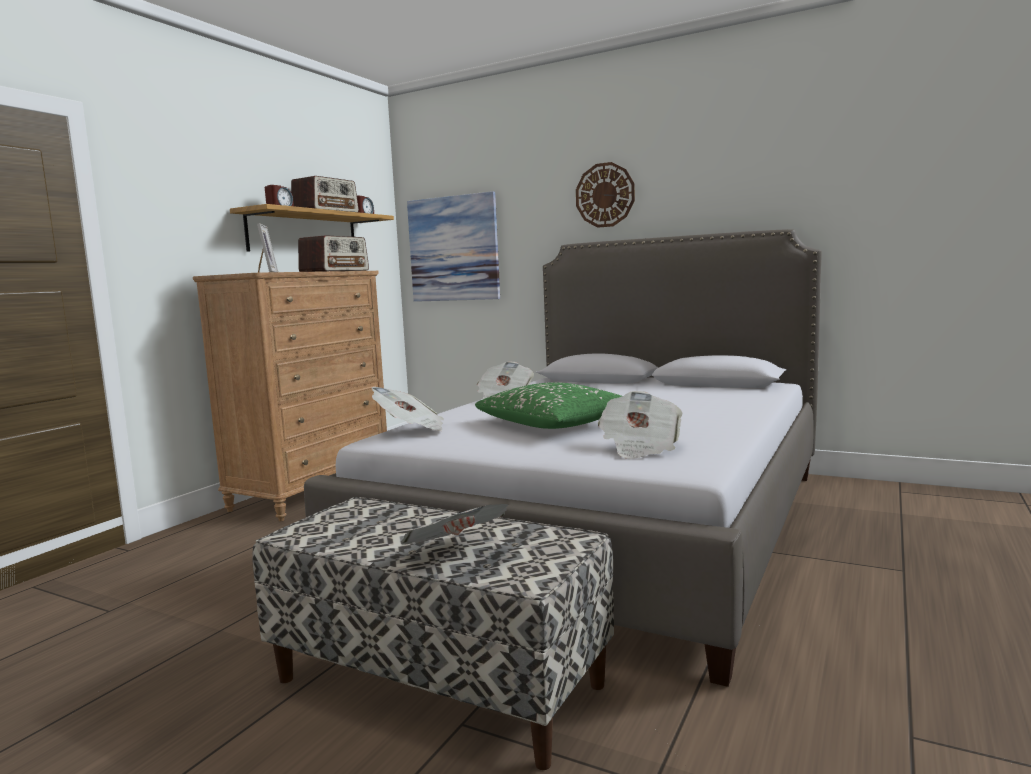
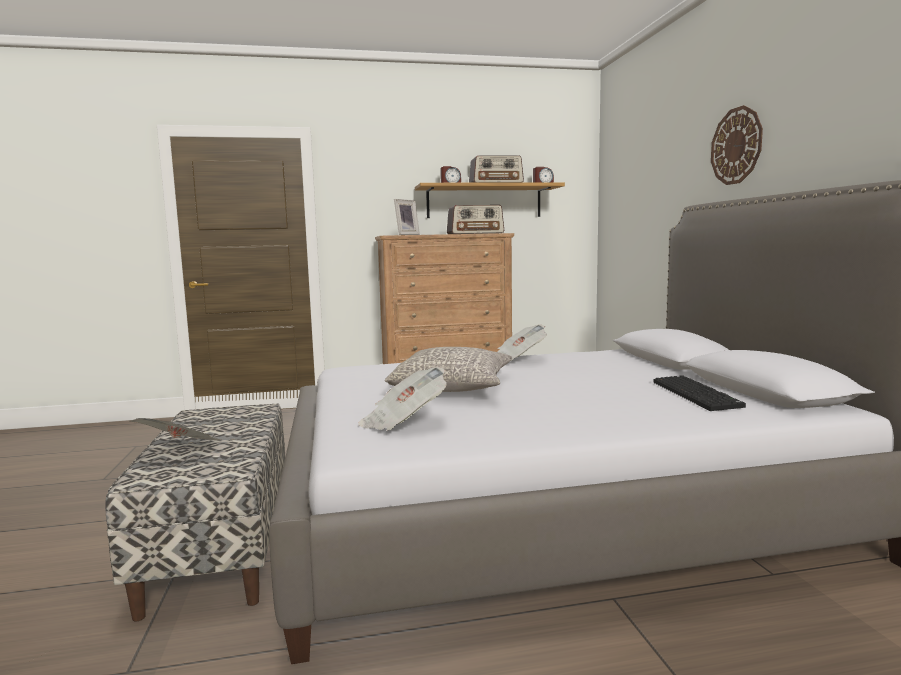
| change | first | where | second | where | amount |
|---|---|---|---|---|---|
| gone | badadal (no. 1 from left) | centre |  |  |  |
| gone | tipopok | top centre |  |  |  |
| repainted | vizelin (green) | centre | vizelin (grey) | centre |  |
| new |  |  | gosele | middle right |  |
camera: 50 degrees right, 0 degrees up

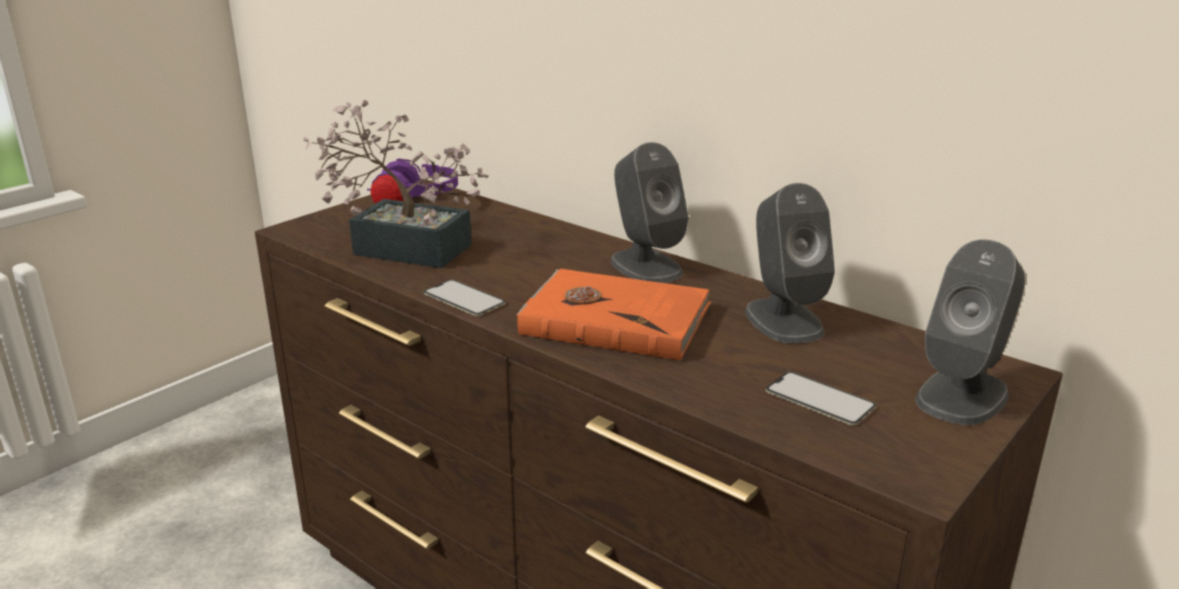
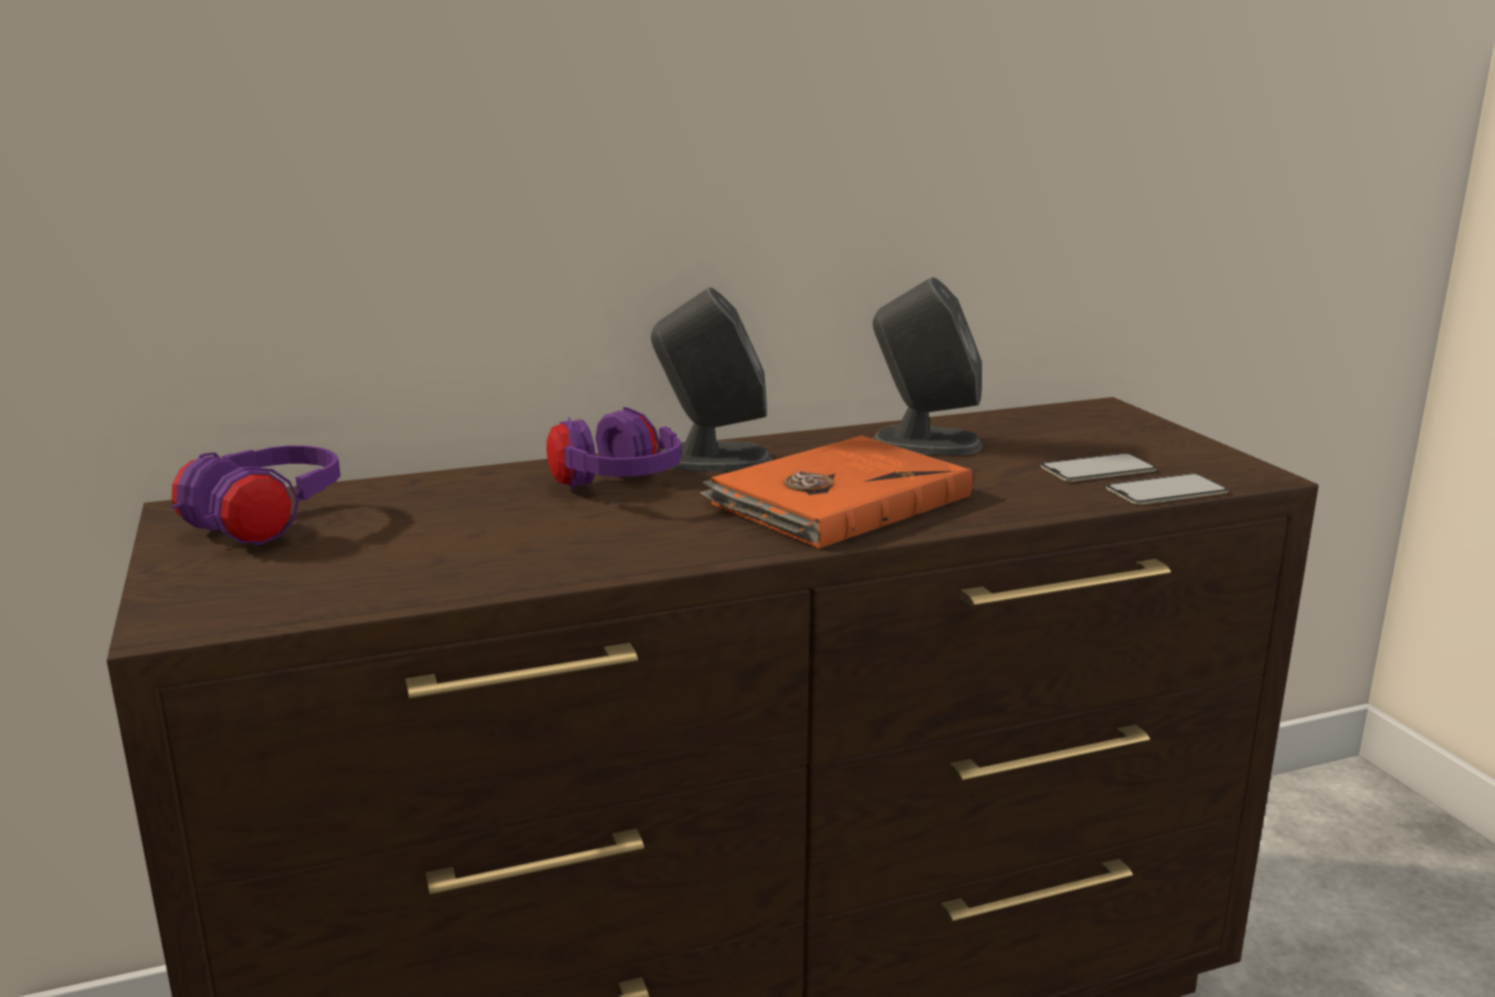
| change | first | where | second | where | amount |
|---|---|---|---|---|---|
| gone | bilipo | top centre |  |  |  |
| shifted | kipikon (no. 1 from left in the first image) | centre | kipikon (no. 2 from left) | middle right |  |
| gone | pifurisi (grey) (no. 3 from left) | middle right |  |  |  |
| new |  |  | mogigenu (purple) (no. 2 from left) | centre |  |
camera: 60 degrees left, 5 degrees down

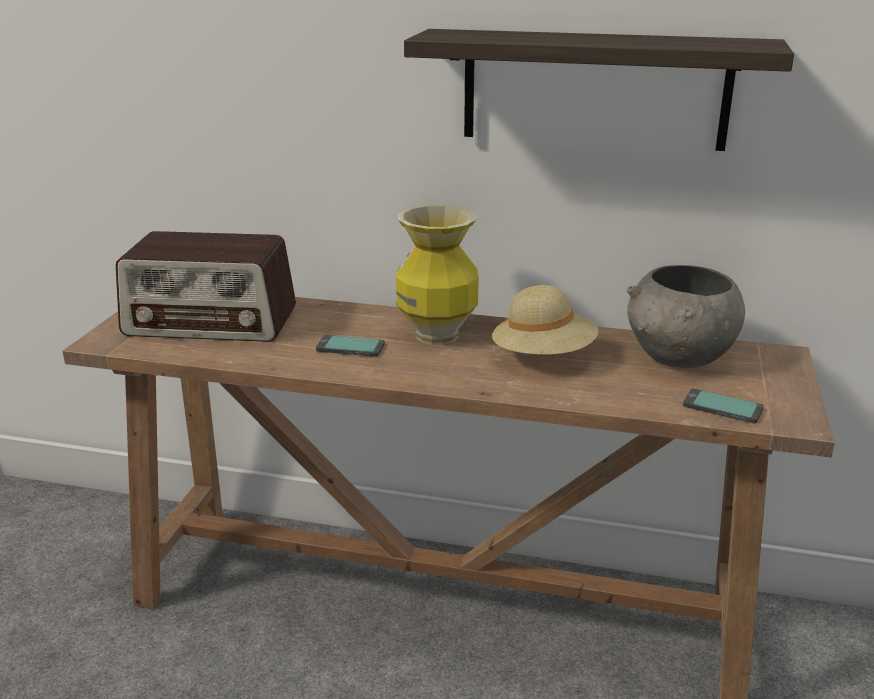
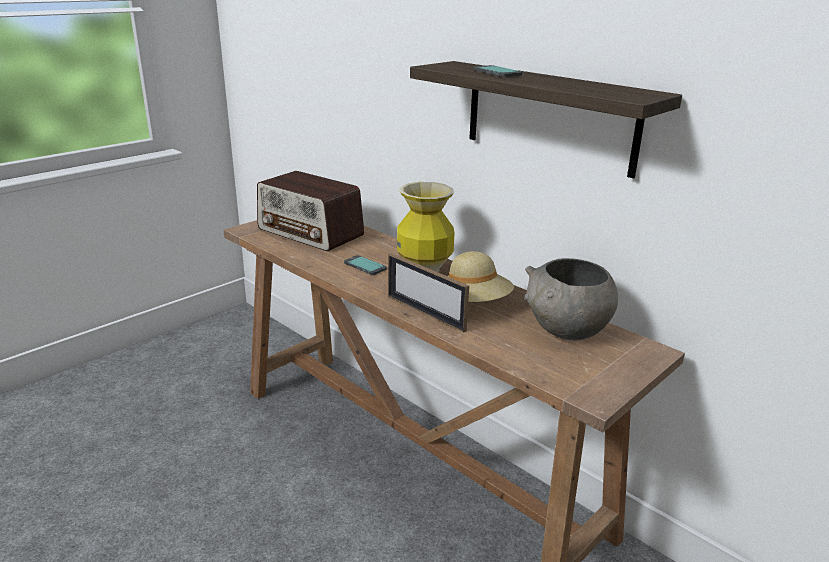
| change | first | where | second | where | amount |
|---|---|---|---|---|---|
| shifted | kipikon (no. 2 from left) | middle right |  | top centre |  |
| new |  |  | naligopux | centre |  |
camera: 30 degrees right, 0 degrees up

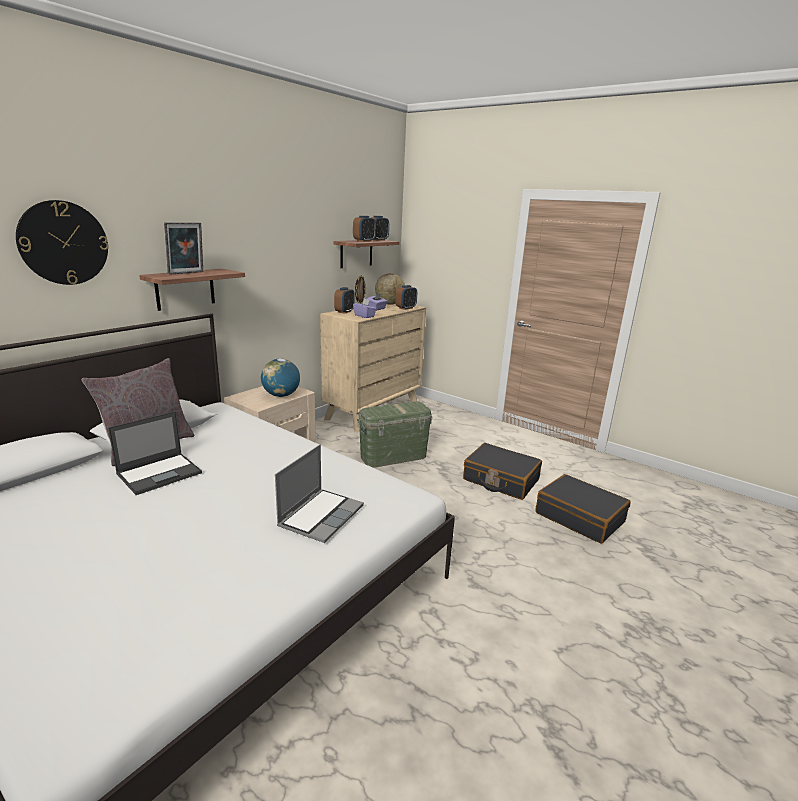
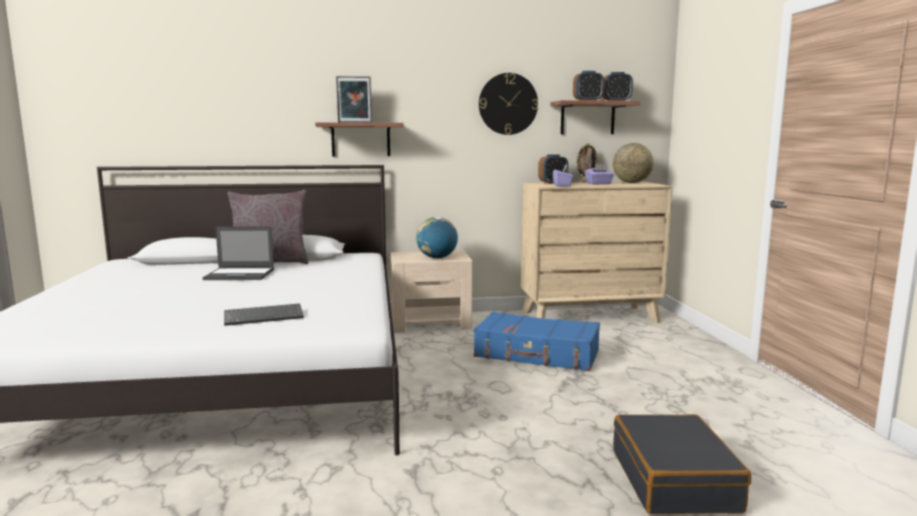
| change | first | where | second | where | amount |
|---|---|---|---|---|---|
| shifted | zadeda | top left |  | top centre |  |
| swapped | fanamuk (no. 2 from left) | centre | gosele | middle left |  |
| swapped | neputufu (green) | centre | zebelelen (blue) | centre |  |
| gone | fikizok (no. 4 from left) | centre |  |  |  |
| gone | zebelelen (black) (no. 1 from left) | centre |  |  |  |
camera: 45 degrees right, 10 degrees down

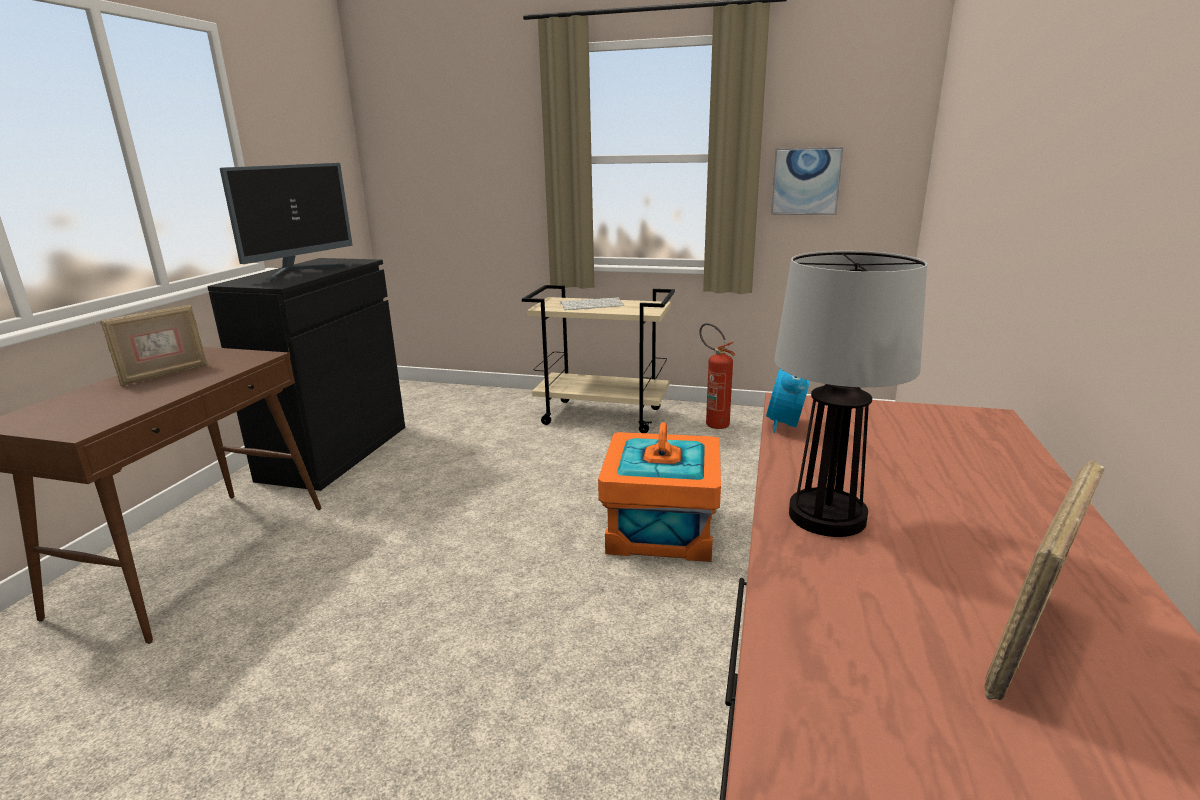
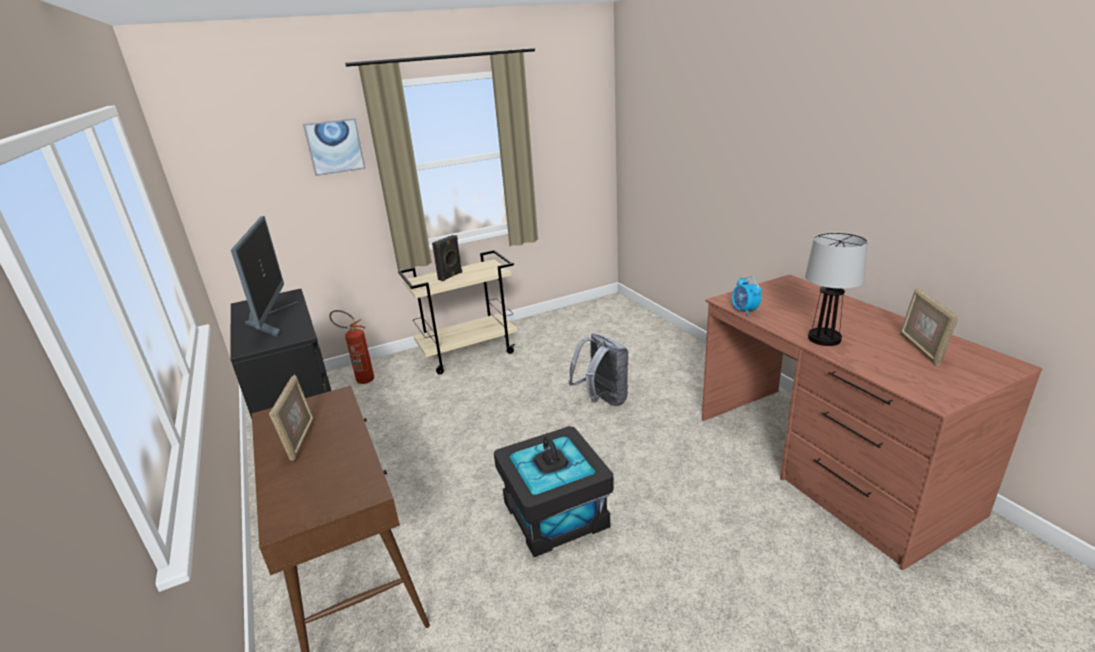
| change | first | where | second | where | amount |
|---|---|---|---|---|---|
| swapped | gosele | centre | pifurisi (black) | centre |  |
| swapped | neputufu (orange) | centre | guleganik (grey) | centre |  |
| shifted | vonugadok | centre |  | middle left |  |
| shifted | tipopok | top right |  | top left |  |
| new |  |  | neputufu (black) | bottom centre |  |
camera: 40 degrees left, 5 degrees up

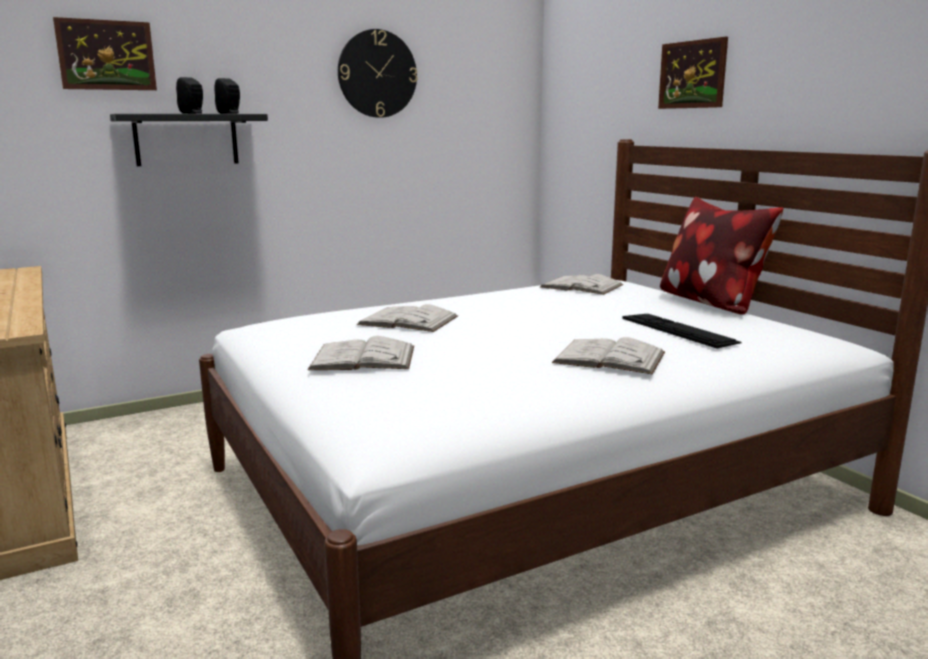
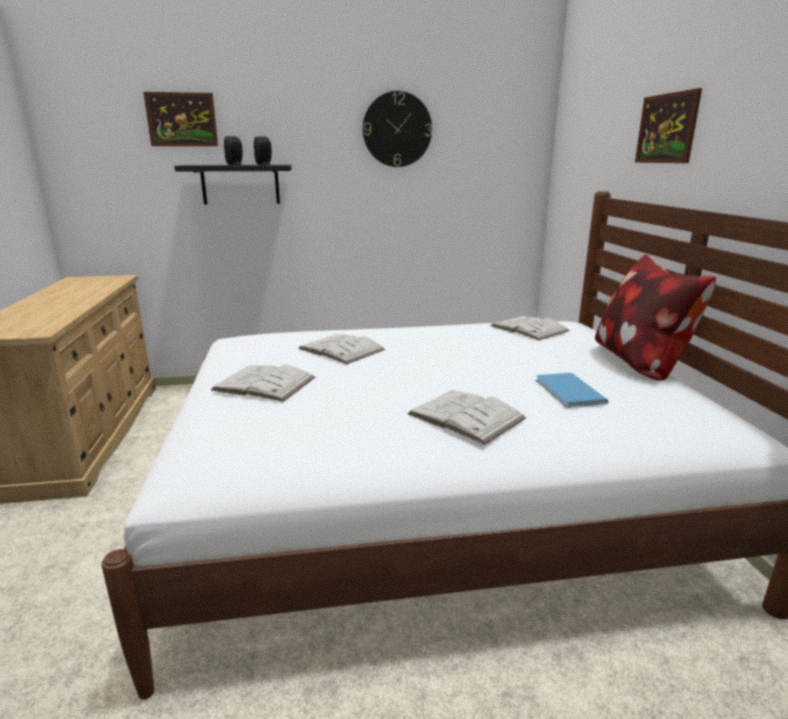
| change | first | where | second | where | amount |
|---|---|---|---|---|---|
| swapped | gosele | middle right | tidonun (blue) | middle right |  |
camera: 20 degrees right, 5 degrees up

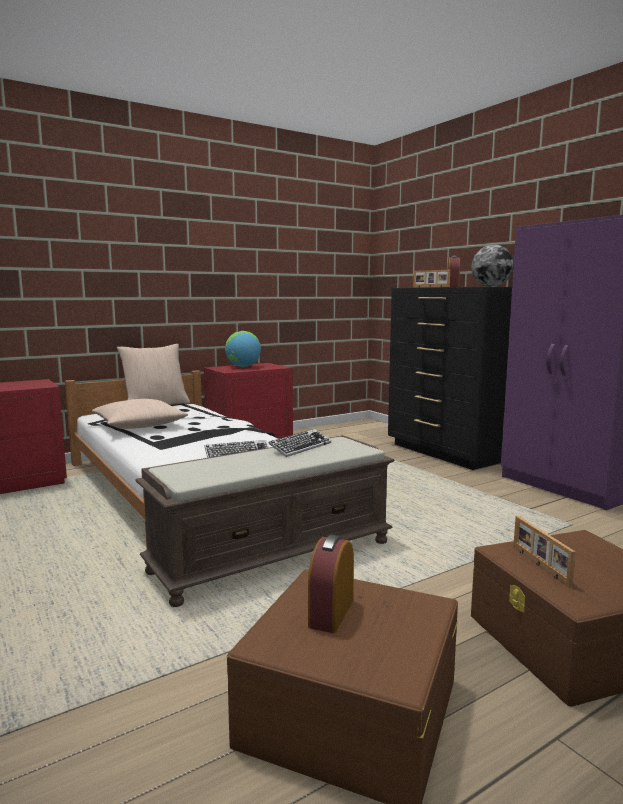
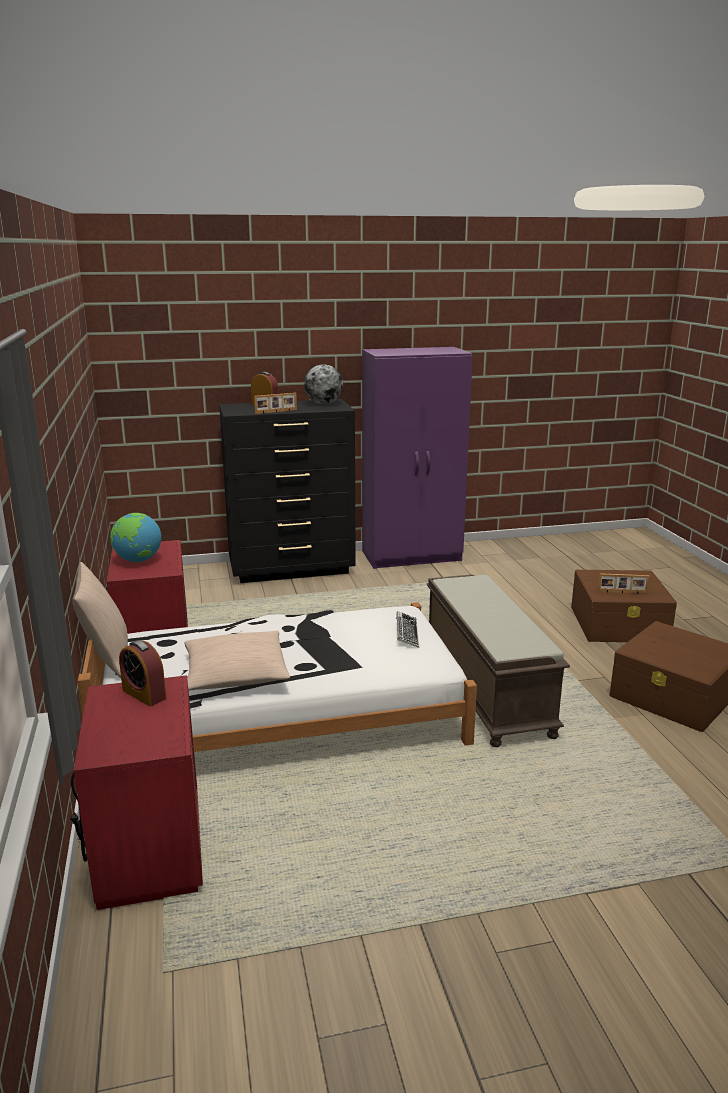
| change | first | where | second | where | amount |
|---|---|---|---|---|---|
| gone | gosele (no. 2 from left) | centre |  |  |  |
| shifted | fikizok (no. 1 from left) | bottom centre |  | middle left |  |
camera: 70 degrees left, 10 degrees up

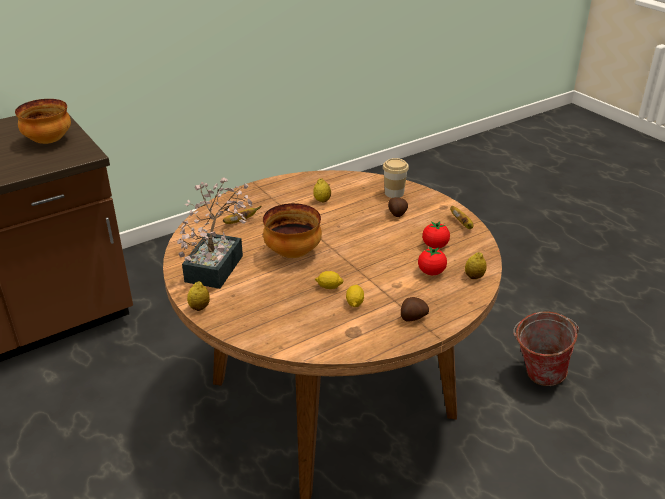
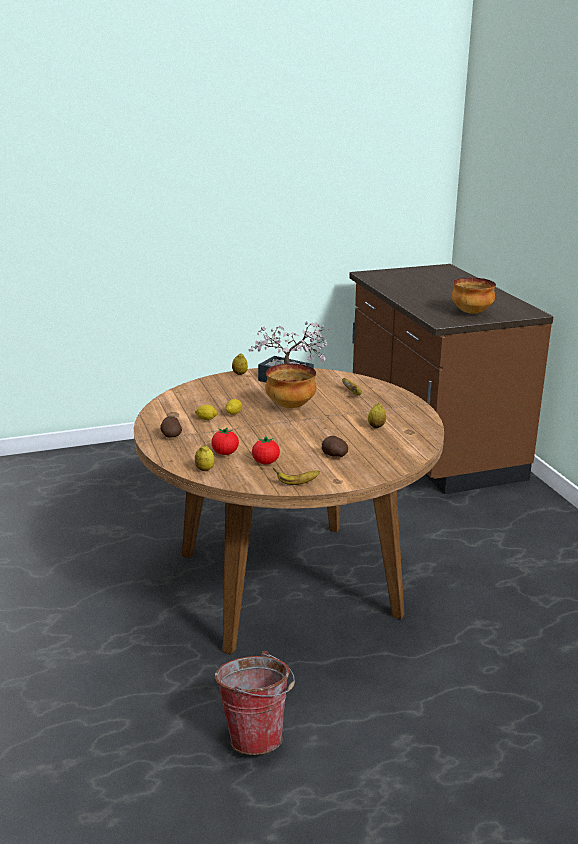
| change | first | where | second | where | amount |
|---|---|---|---|---|---|
| gone | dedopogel | centre |  |  |  |
camera: 105 degrees right, 10 degrees down

